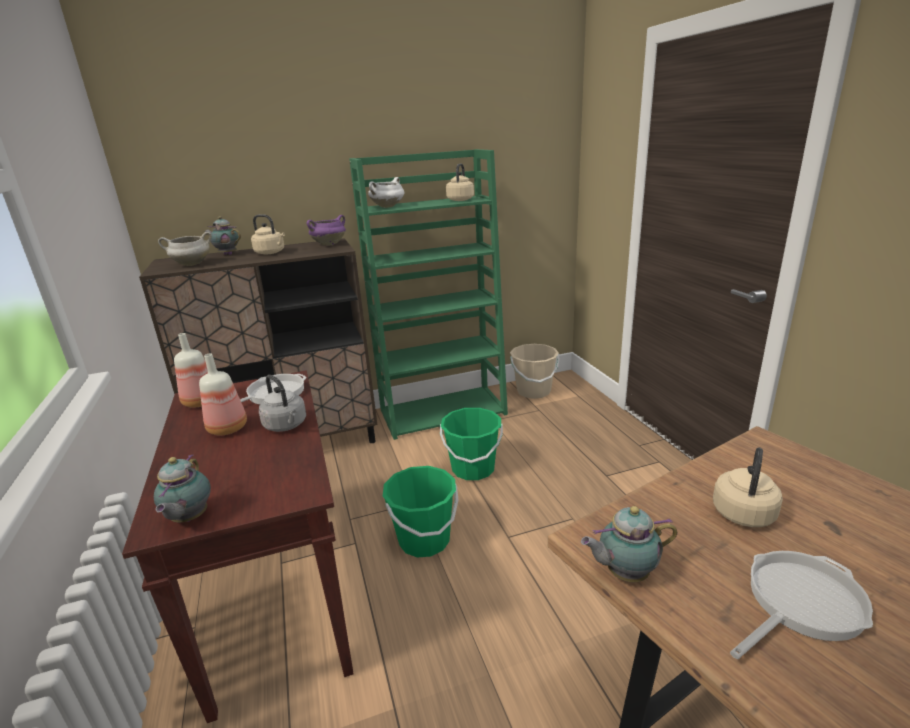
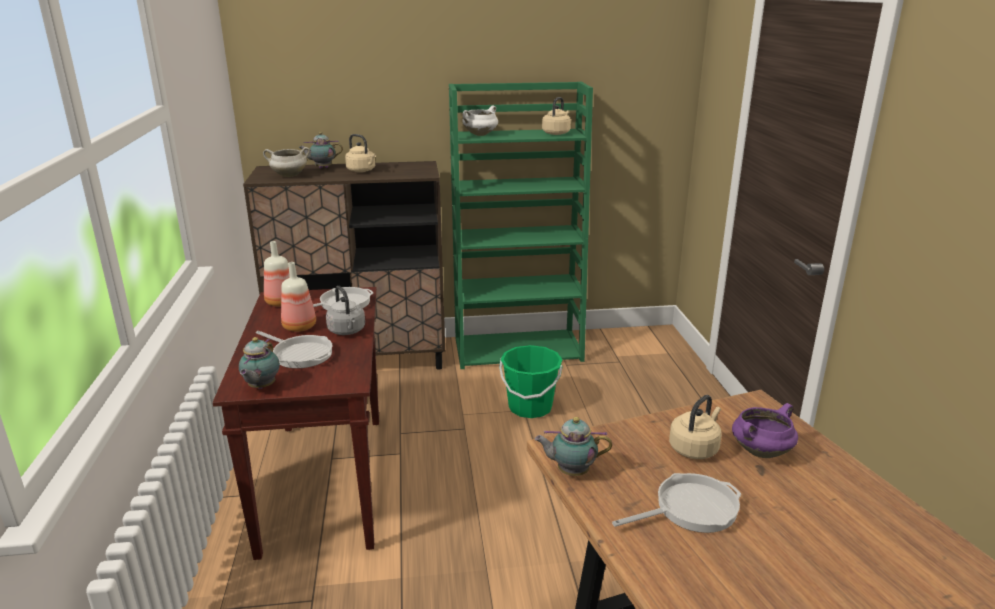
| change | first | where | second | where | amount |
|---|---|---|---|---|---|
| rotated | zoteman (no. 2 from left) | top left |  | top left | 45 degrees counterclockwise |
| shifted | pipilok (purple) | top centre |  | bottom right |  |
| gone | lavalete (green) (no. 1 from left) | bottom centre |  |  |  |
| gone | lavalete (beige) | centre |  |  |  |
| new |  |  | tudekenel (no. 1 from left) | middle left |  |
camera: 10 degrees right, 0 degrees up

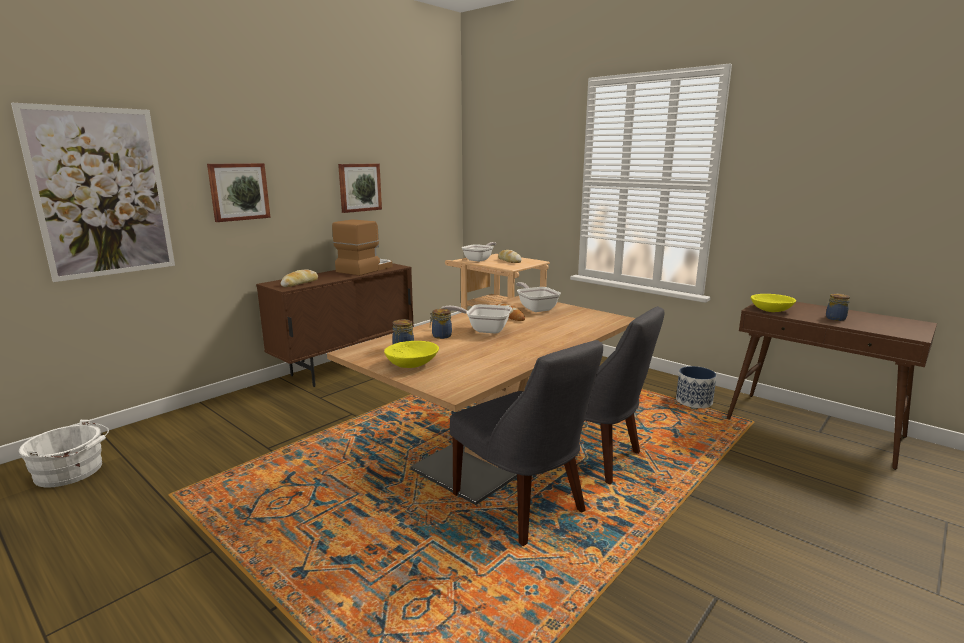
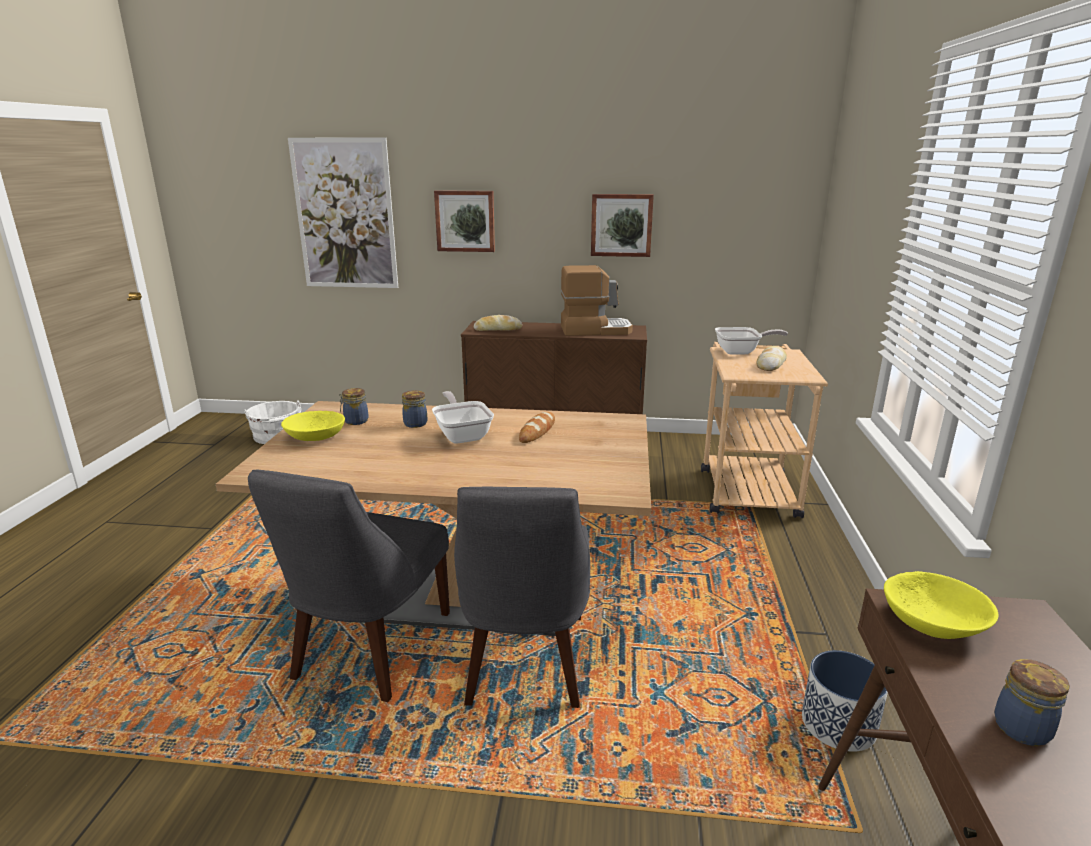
| change | first | where | second | where | amount |
|---|---|---|---|---|---|
| gone | tudekenel (no. 3 from left) | centre |  |  |  |
camera: 55 degrees right, 5 degrees up

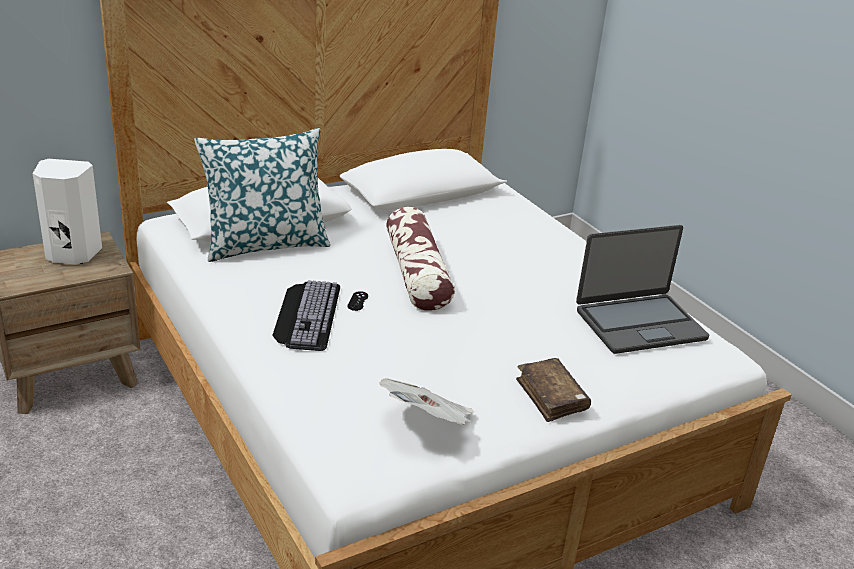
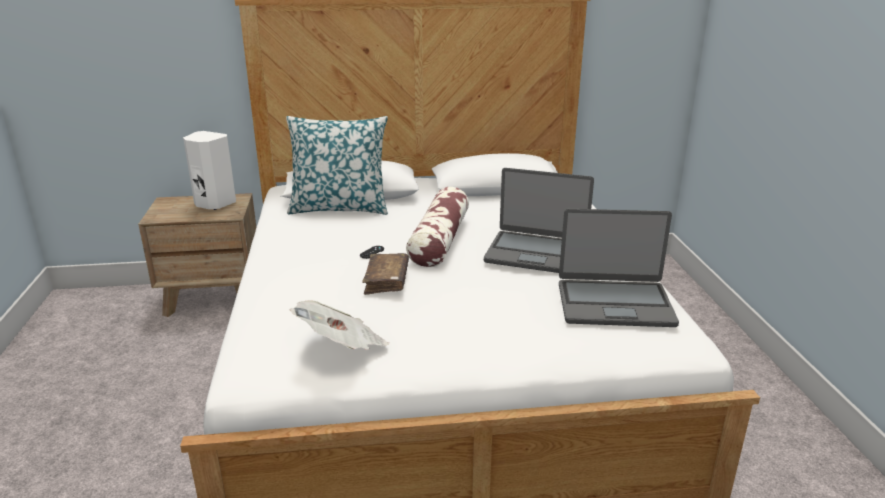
| change | first | where | second | where | amount |
|---|---|---|---|---|---|
| gone | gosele | centre |  |  |  |
| shifted | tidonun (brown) | bottom centre |  | centre |  |
| new |  |  | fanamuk (no. 1 from left) | centre |  |
camera: 25 degrees right, 5 degrees down

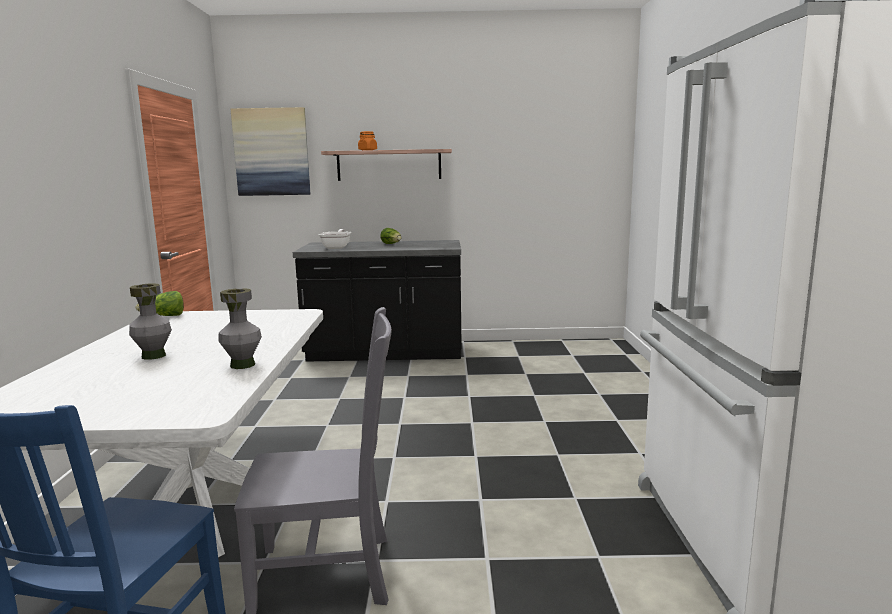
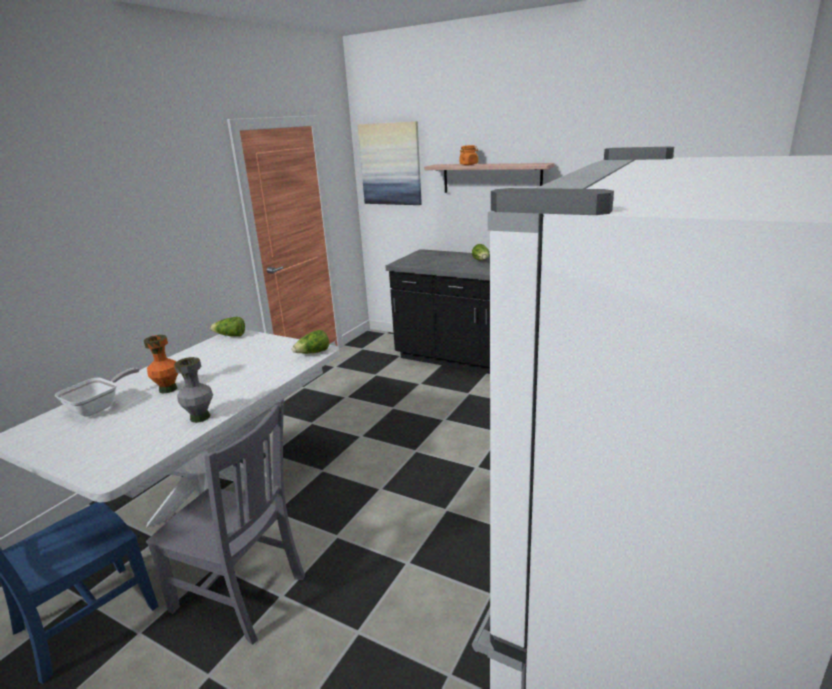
| change | first | where | second | where | amount |
|---|---|---|---|---|---|
| repainted | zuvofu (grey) (no. 1 from left) | middle left | zuvofu (orange) | middle left |  |
| shifted | tudekenel | centre |  | middle left |  |
| new |  |  | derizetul (no. 2 from left) | centre |  |
camera: 30 degrees right, 10 degrees up

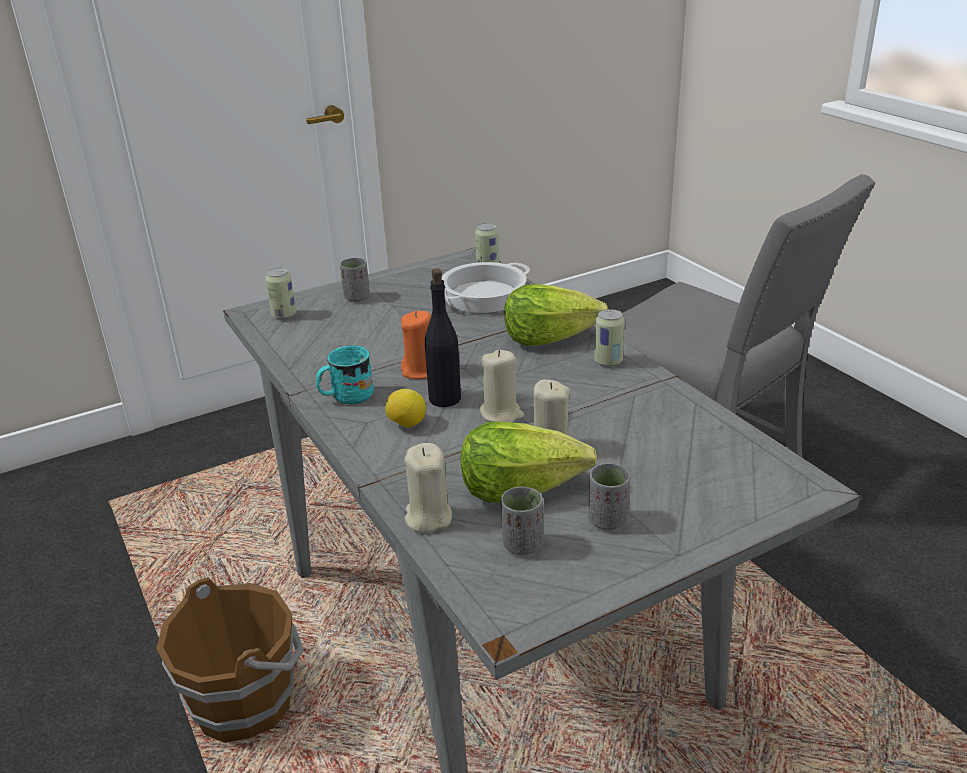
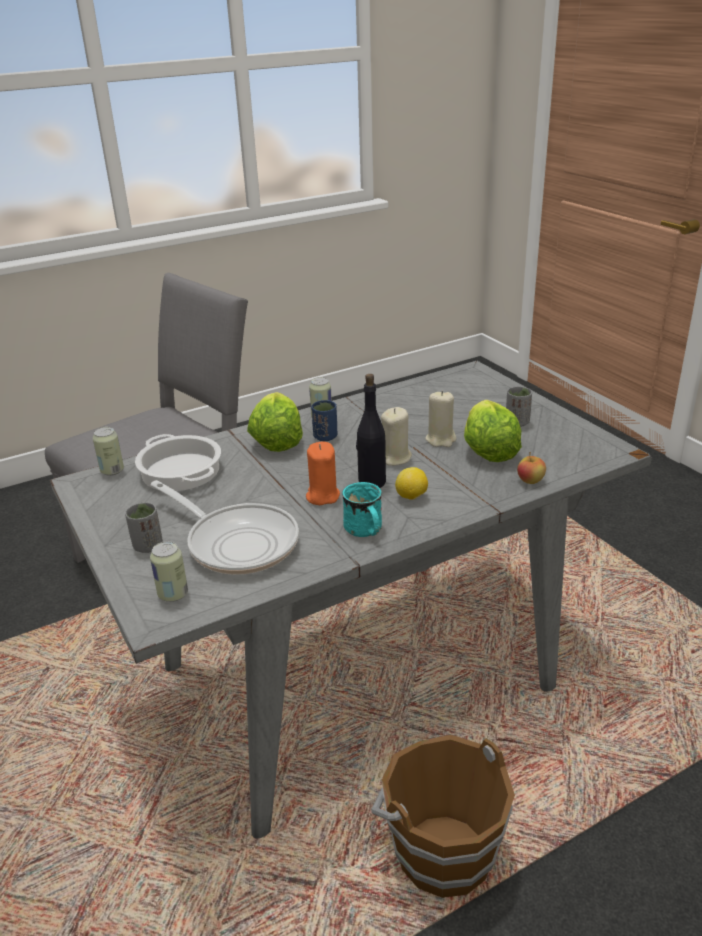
| change | first | where | second | where | amount |
|---|---|---|---|---|---|
| swapped | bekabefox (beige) (no. 1 from left) | centre | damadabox | middle right |  |
| gone | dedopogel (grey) (no. 2 from left) | bottom centre |  |  |  |
| new |  |  | tudekenel | middle left |  |
| new |  |  | dedopogel (blue) | centre |  |
camera: 90 degrees left, 0 degrees up

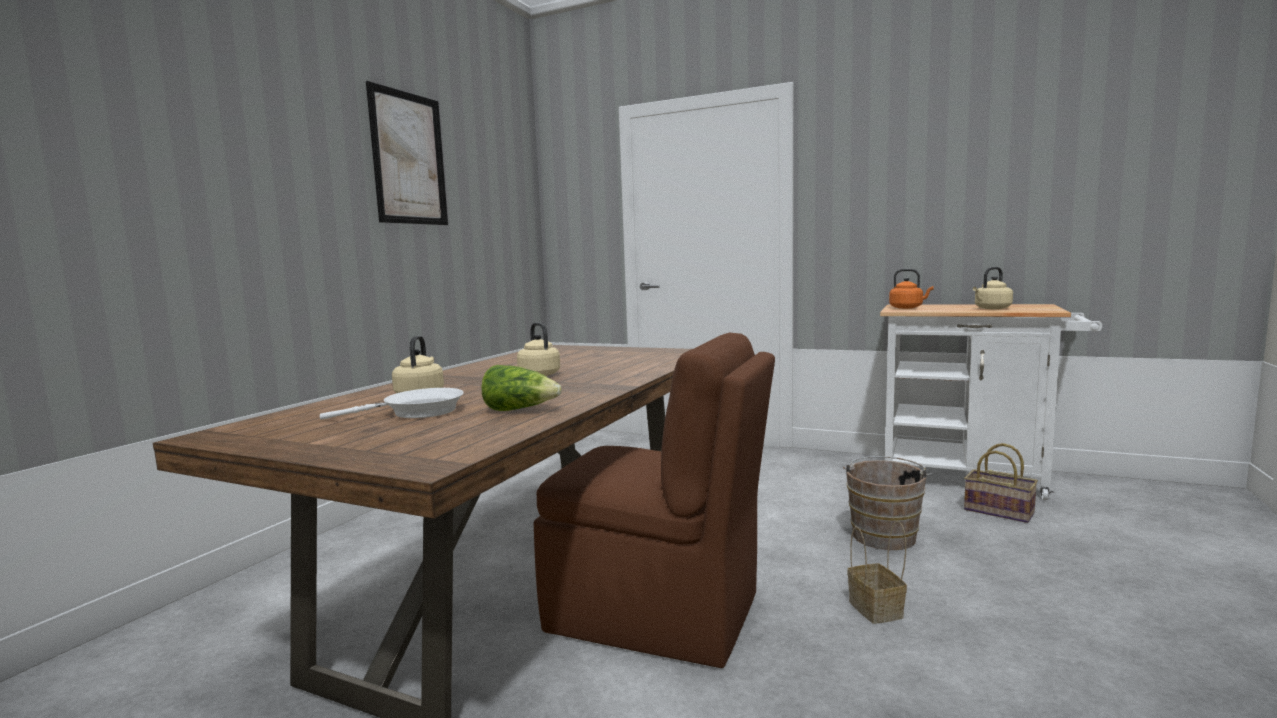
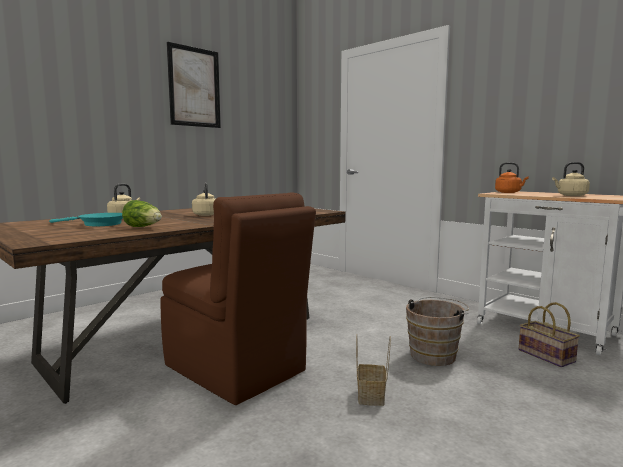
| change | first | where | second | where | amount |
|---|---|---|---|---|---|
| repainted | tudekenel (white) | middle left | tudekenel (turquoise) | middle left |  |
camera: 20 degrees right, 0 degrees up

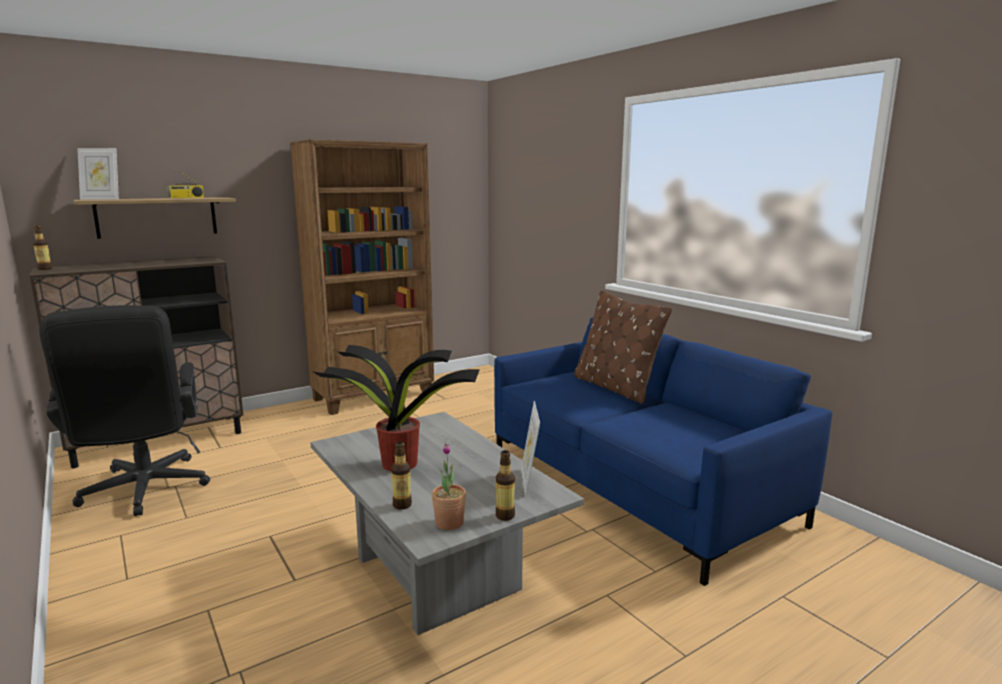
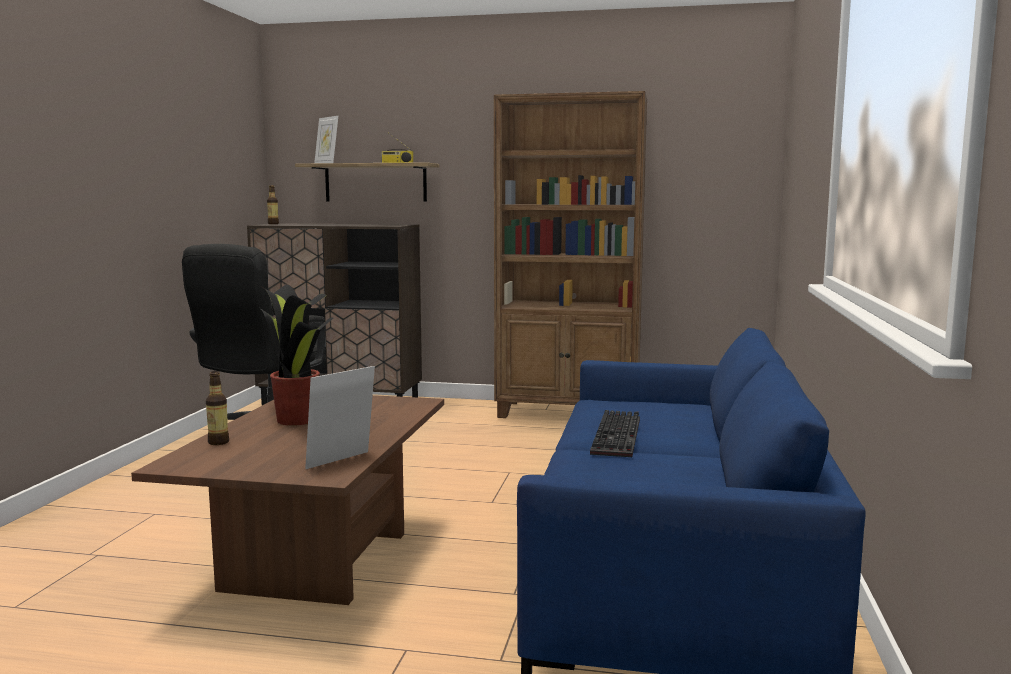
| change | first | where | second | where | amount |
|---|---|---|---|---|---|
| repainted | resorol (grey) | bottom centre | resorol (brown) | bottom left |  |
| gone | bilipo (no. 2 from left) | bottom centre |  |  |  |
| gone | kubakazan (no. 3 from left) | bottom centre |  |  |  |
| gone | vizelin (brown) | centre |  |  |  |
| new |  |  | gosele | centre |  |
camera: 45 degrees right, 5 degrees down

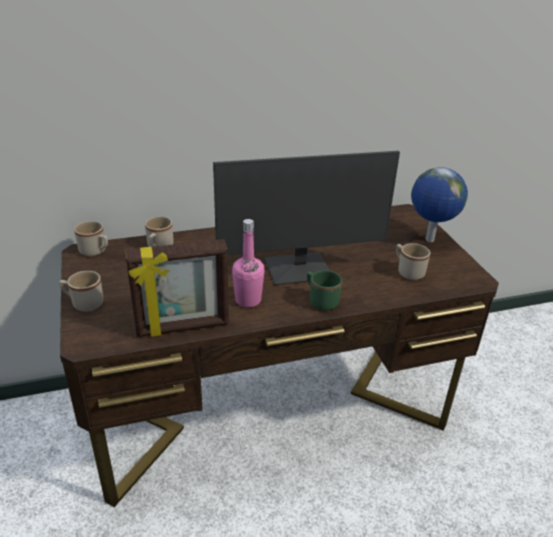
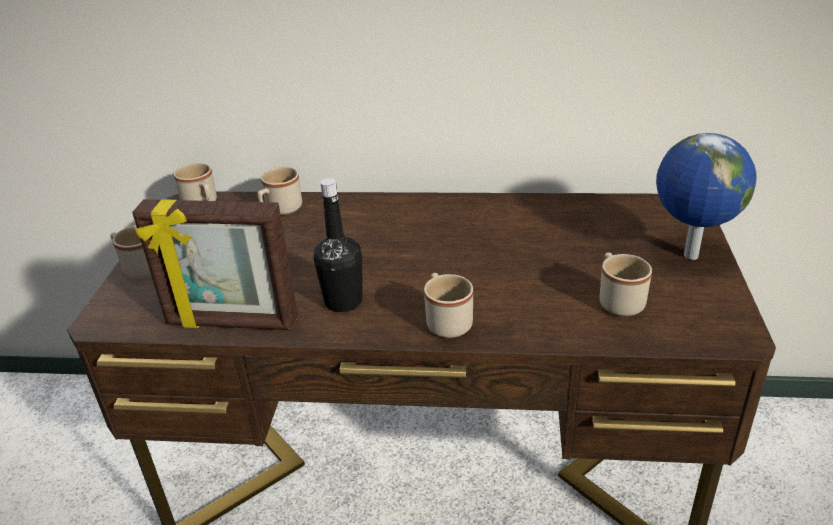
| change | first | where | second | where | amount |
|---|---|---|---|---|---|
| gone | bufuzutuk | centre |  |  |  |
| repainted | kubakazan (pink) | centre | kubakazan (black) | centre |  |
| repainted | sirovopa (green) | centre | sirovopa (beige) (no. 4 from left) | centre |  |
camera: 25 degrees right, 0 degrees up

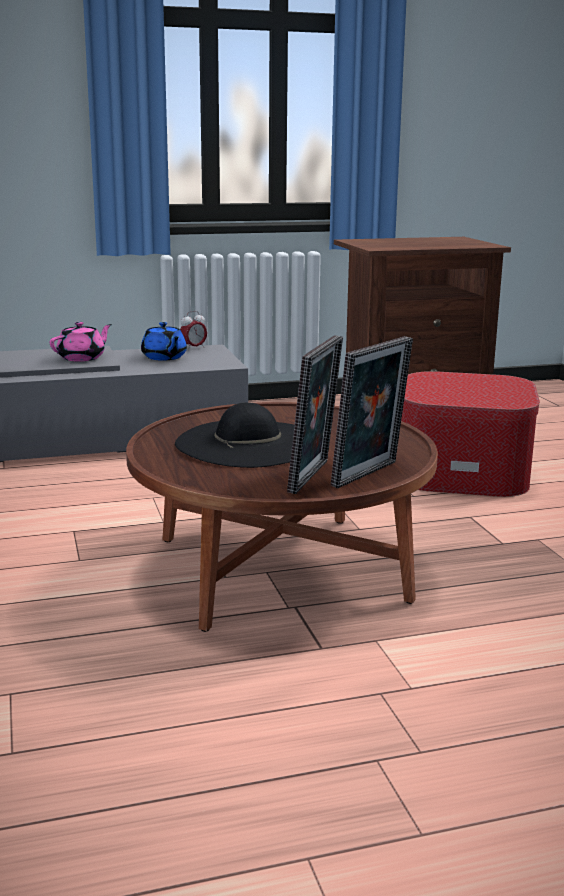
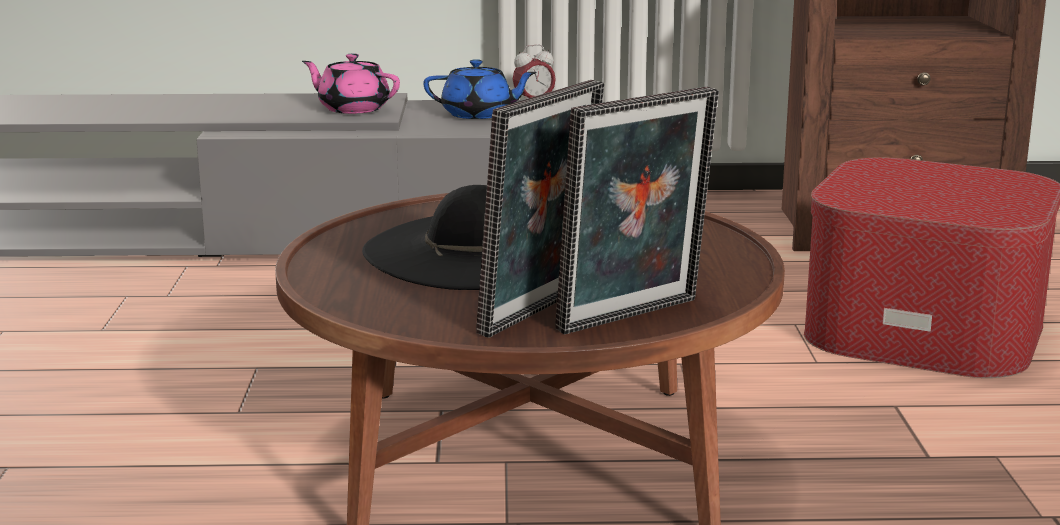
| change | first | where | second | where | amount |
|---|---|---|---|---|---|
| rotated | zoteman (pink) | middle left |  | top left | 120 degrees counterclockwise |
| rotated | zoteman (blue) | middle left |  | top centre | 75 degrees counterclockwise |
camera: 15 degrees right, 0 degrees up

